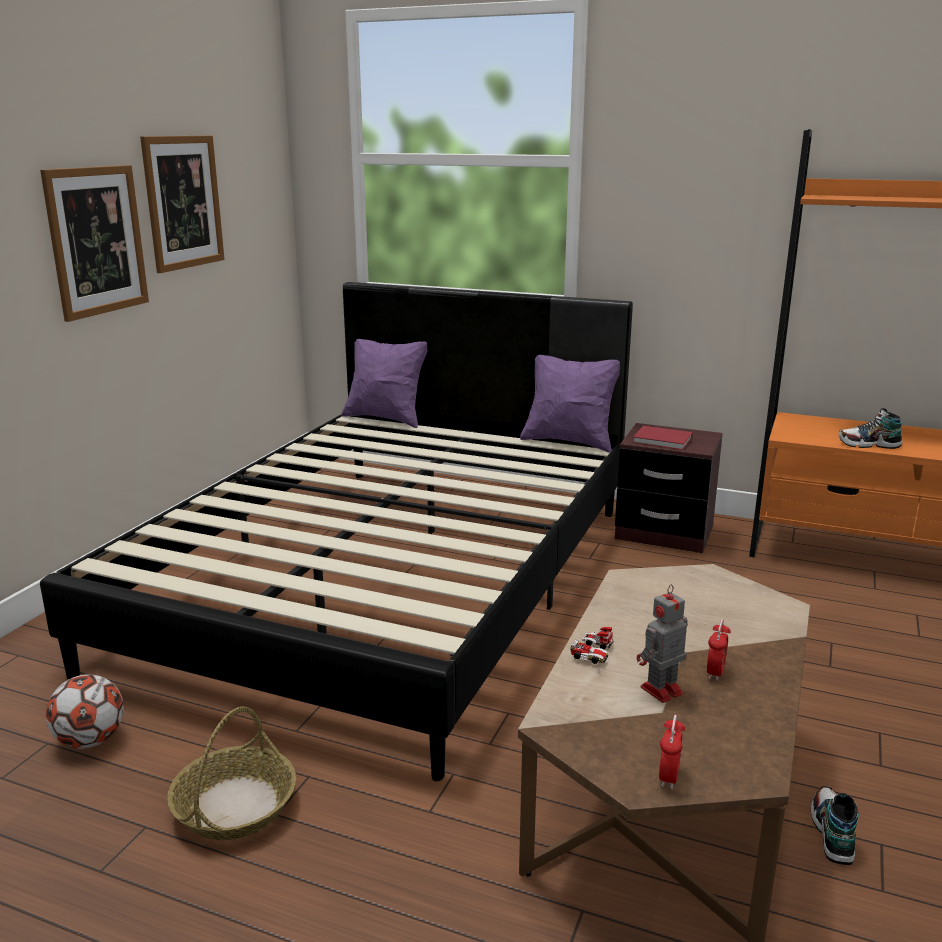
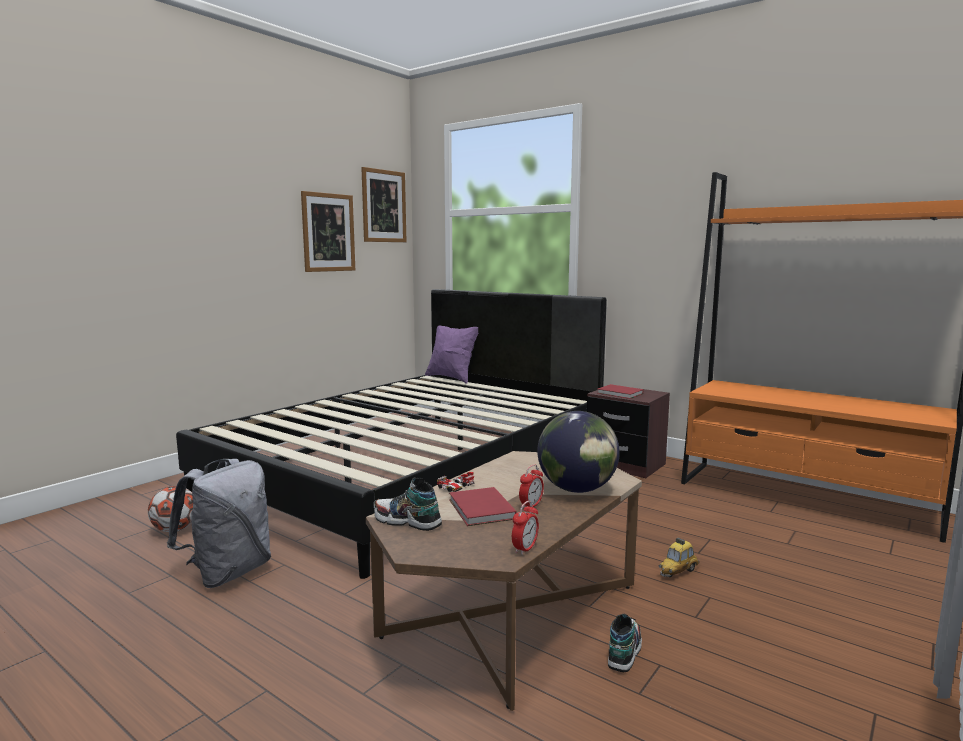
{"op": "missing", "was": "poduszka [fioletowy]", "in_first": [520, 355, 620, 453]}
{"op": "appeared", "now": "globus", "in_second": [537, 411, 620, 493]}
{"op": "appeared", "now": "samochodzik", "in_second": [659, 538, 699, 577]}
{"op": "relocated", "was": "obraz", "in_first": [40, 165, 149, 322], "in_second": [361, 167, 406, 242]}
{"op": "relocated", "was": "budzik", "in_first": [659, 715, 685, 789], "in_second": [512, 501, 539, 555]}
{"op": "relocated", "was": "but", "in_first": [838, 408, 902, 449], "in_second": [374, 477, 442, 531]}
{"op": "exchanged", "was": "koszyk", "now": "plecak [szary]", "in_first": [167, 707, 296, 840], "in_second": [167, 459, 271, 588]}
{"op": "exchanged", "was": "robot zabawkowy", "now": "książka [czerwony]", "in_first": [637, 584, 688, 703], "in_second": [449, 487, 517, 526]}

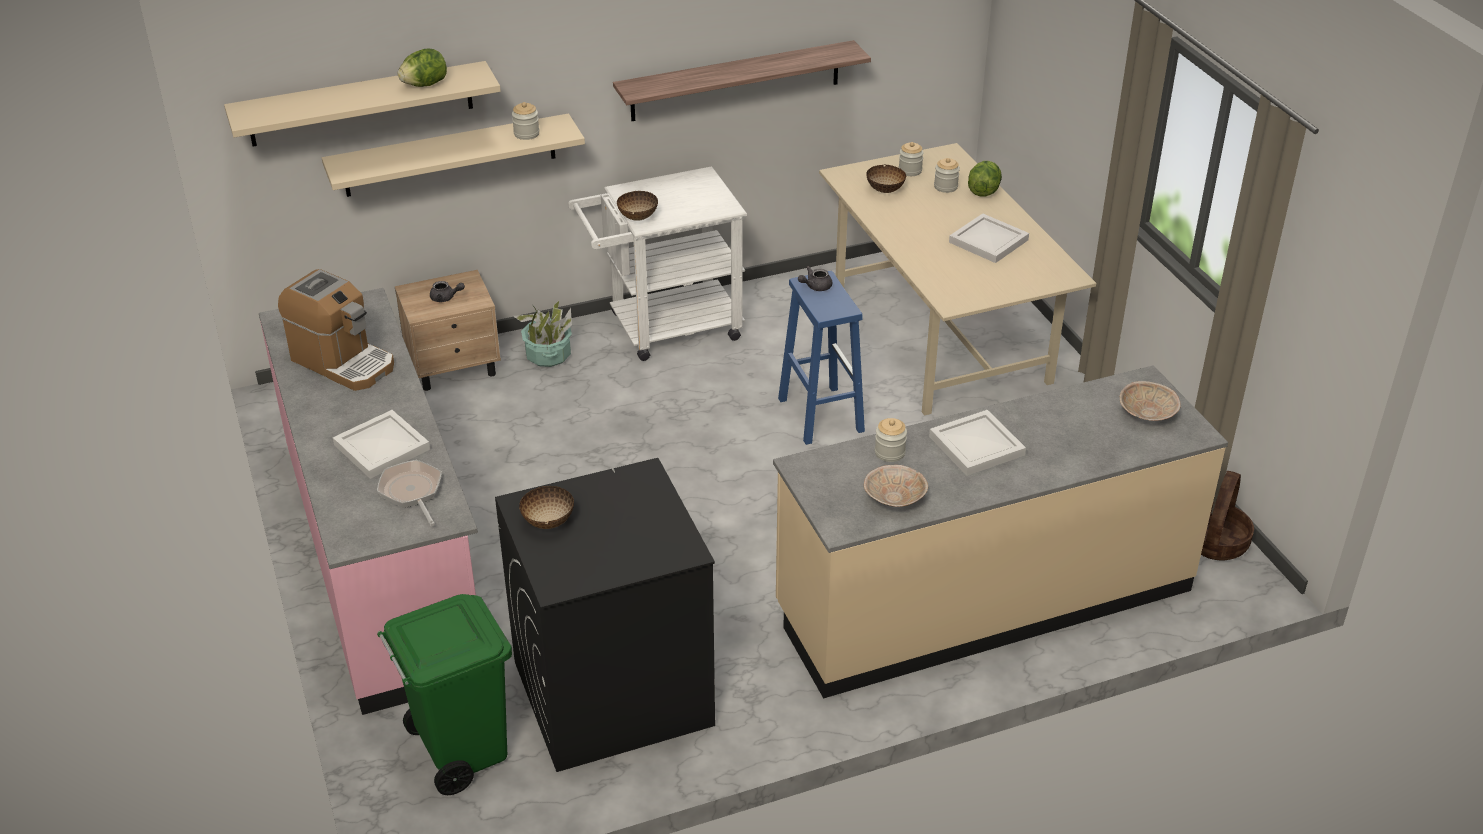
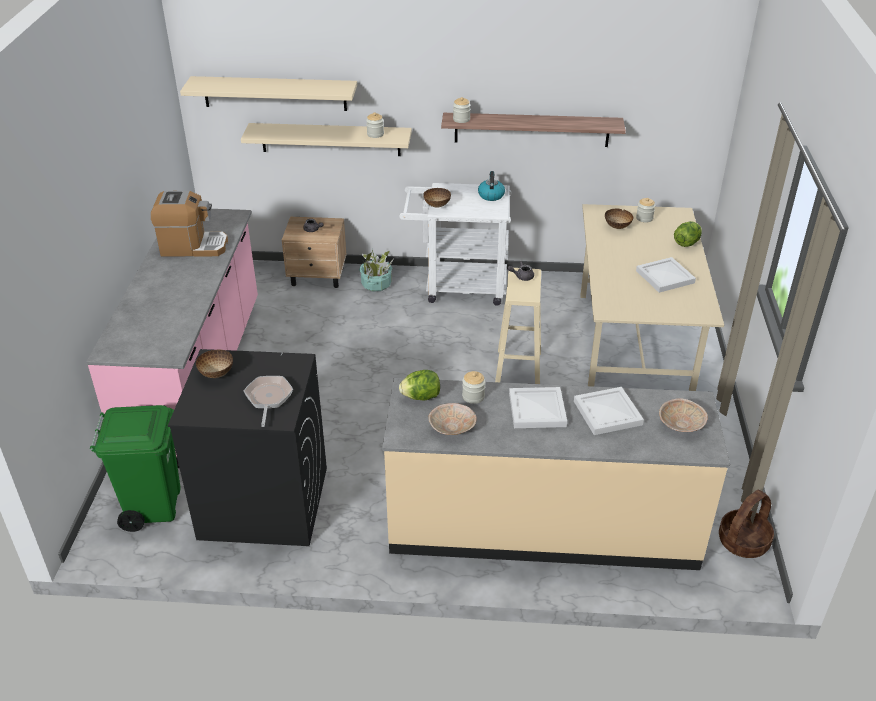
{"op": "appeared", "now": "czajnik", "in_second": [478, 171, 505, 201]}
{"op": "relocated", "was": "taca [biały]", "in_first": [333, 410, 430, 479], "in_second": [574, 387, 644, 435]}
{"op": "relocated", "was": "patelnia", "in_first": [377, 460, 442, 526], "in_second": [244, 376, 293, 427]}
{"op": "relocated", "was": "sałata", "in_first": [398, 49, 447, 87], "in_second": [399, 370, 440, 401]}
{"op": "relocated", "was": "słoik", "in_first": [934, 158, 960, 193], "in_second": [453, 97, 471, 123]}
{"op": "colour", "was": "stołek [niebieski]", "now": "stołek [beżowy]", "in_first": [778, 271, 865, 445], "in_second": [495, 268, 541, 384]}
{"op": "spun", "was": "ekspres do kawy", "in_first": [278, 269, 394, 391], "in_second": [151, 191, 228, 257], "clockwise": -60}

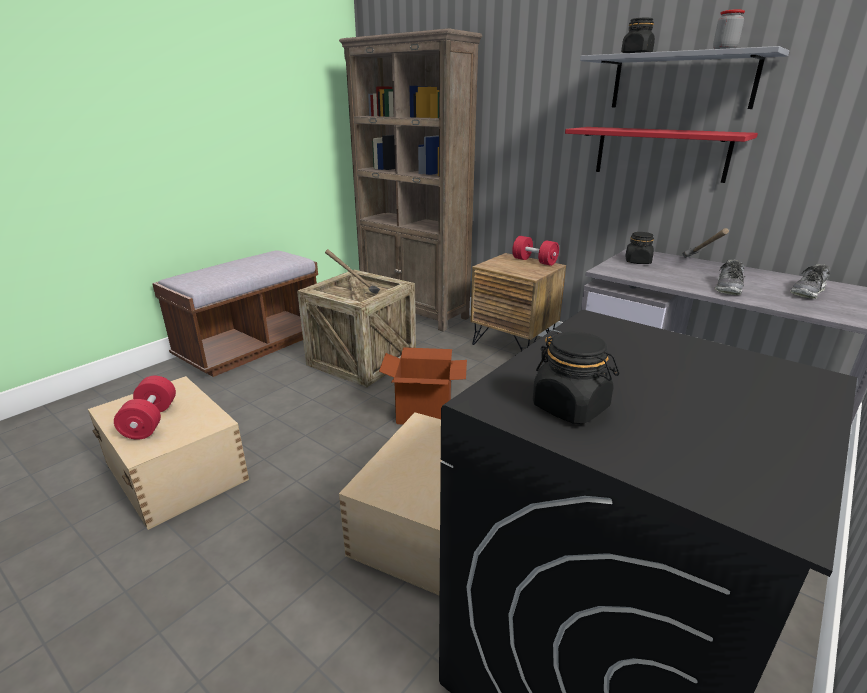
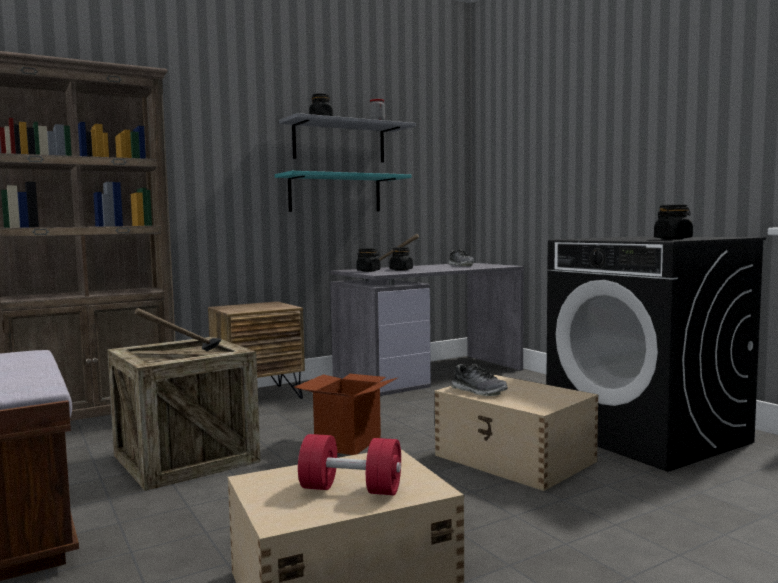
{"op": "missing", "was": "hantel [czerwony]", "in_first": [512, 236, 559, 266]}
{"op": "appeared", "now": "słoik [czarny]", "in_second": [390, 247, 413, 271]}
{"op": "relocated", "was": "but", "in_first": [715, 260, 745, 295], "in_second": [451, 364, 508, 396]}
{"op": "colour", "was": "półka [czerwony]", "now": "półka [turkusowy]", "in_first": [565, 127, 758, 183], "in_second": [275, 171, 411, 212]}

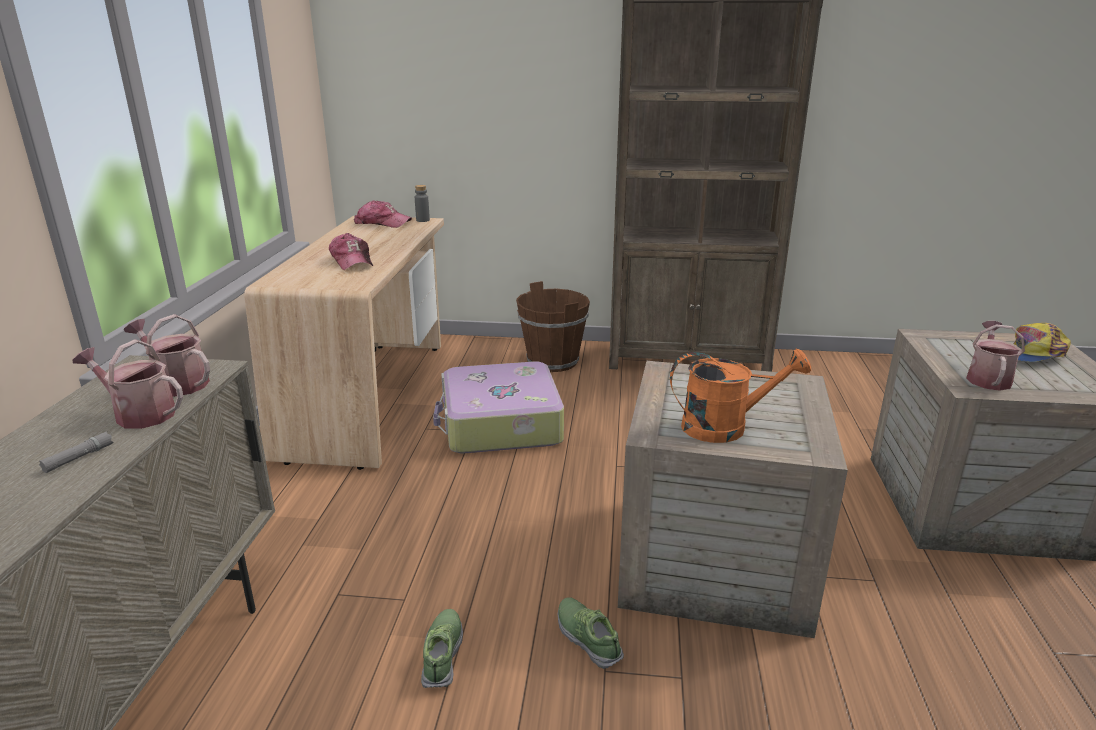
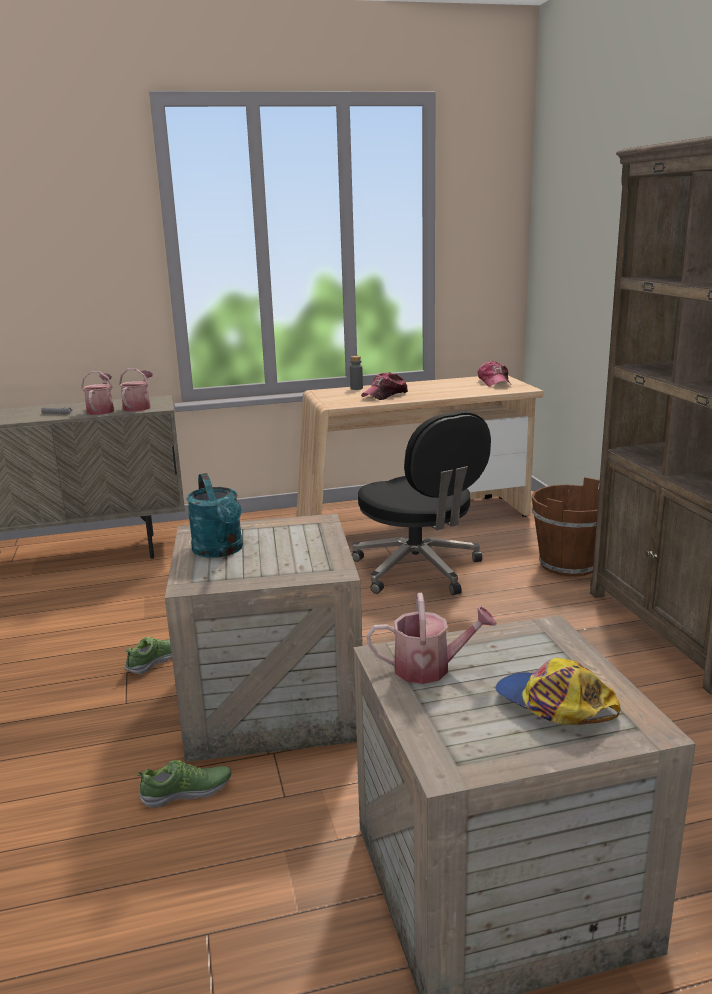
{"op": "relocated", "was": "butelka [szary]", "in_first": [415, 185, 430, 222], "in_second": [350, 356, 363, 390]}
{"op": "relocated", "was": "but", "in_first": [421, 609, 463, 688], "in_second": [137, 760, 232, 808]}
{"op": "exchanged", "was": "walizka", "now": "krzesło biurowe [czarny]", "in_first": [433, 361, 564, 453], "in_second": [352, 411, 491, 595]}
{"op": "colour", "was": "konewka [pomarańczowy]", "now": "konewka [turkusowy]", "in_first": [670, 349, 811, 443], "in_second": [186, 473, 243, 558]}

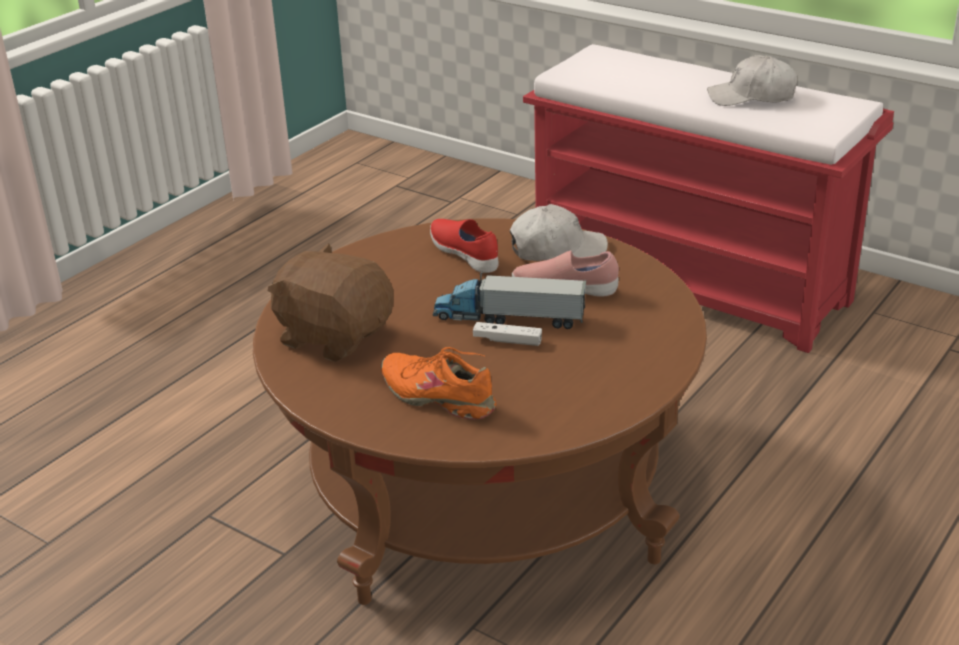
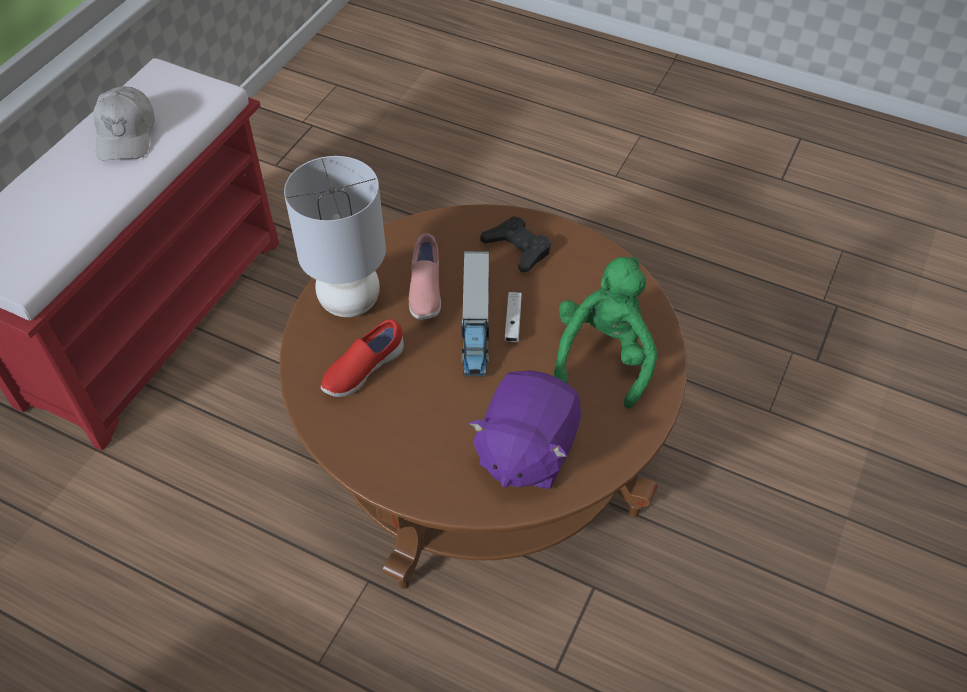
{"op": "appeared", "now": "pad do gier [czarny]", "in_second": [480, 216, 551, 273]}
{"op": "exchanged", "was": "but [pomarańczowy]", "now": "pluszak [zielony]", "in_first": [381, 347, 496, 420], "in_second": [553, 257, 658, 409]}
{"op": "exchanged", "was": "czapka z daszkiem [biały]", "now": "lampa stołowa [szary]", "in_first": [510, 204, 608, 261], "in_second": [284, 156, 386, 317]}
{"op": "colour", "was": "pluszak [brązowy]", "now": "pluszak [fioletowy]", "in_first": [267, 243, 394, 362], "in_second": [468, 370, 581, 489]}

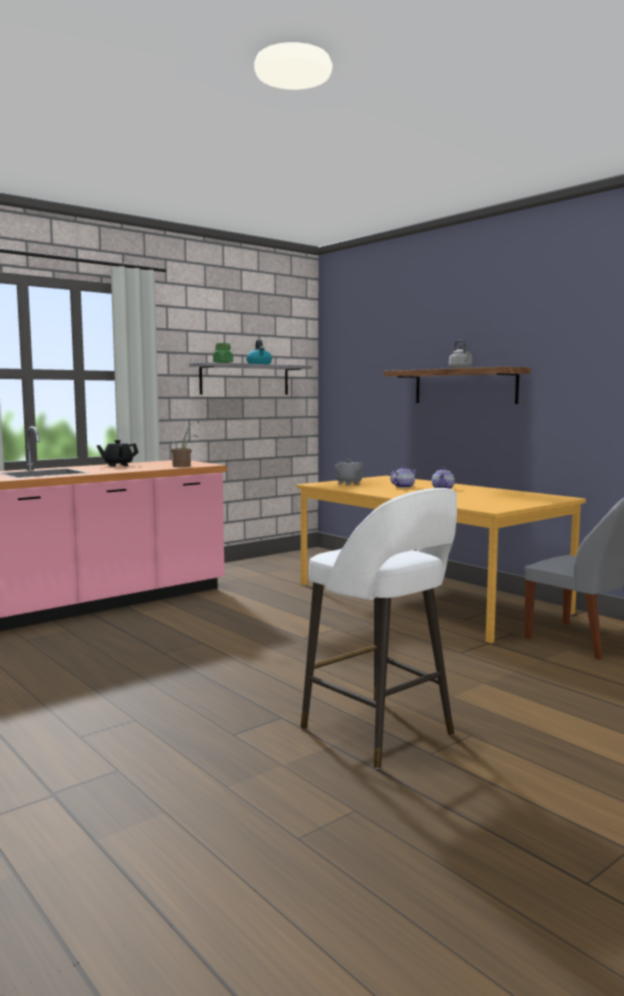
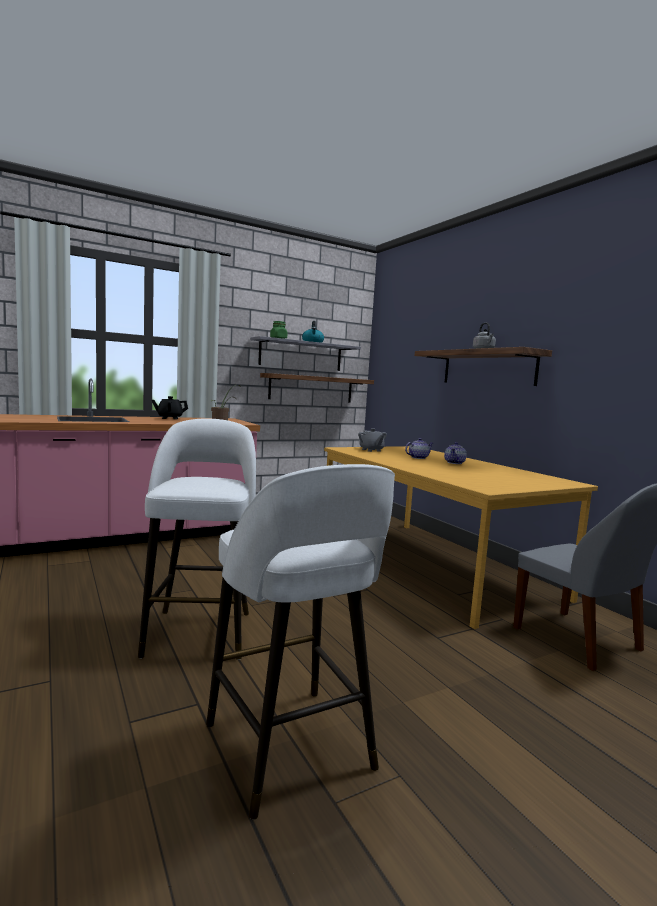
{"op": "appeared", "now": "stołek [biały]", "in_second": [138, 419, 256, 660]}
{"op": "appeared", "now": "półka", "in_second": [260, 373, 374, 402]}

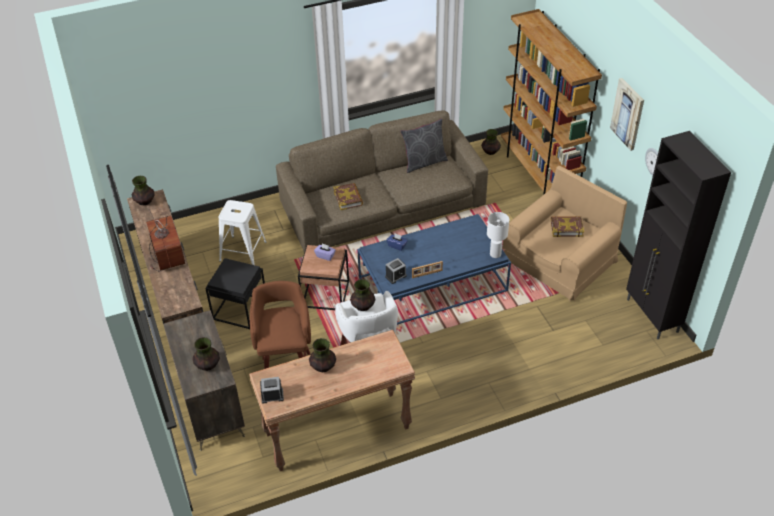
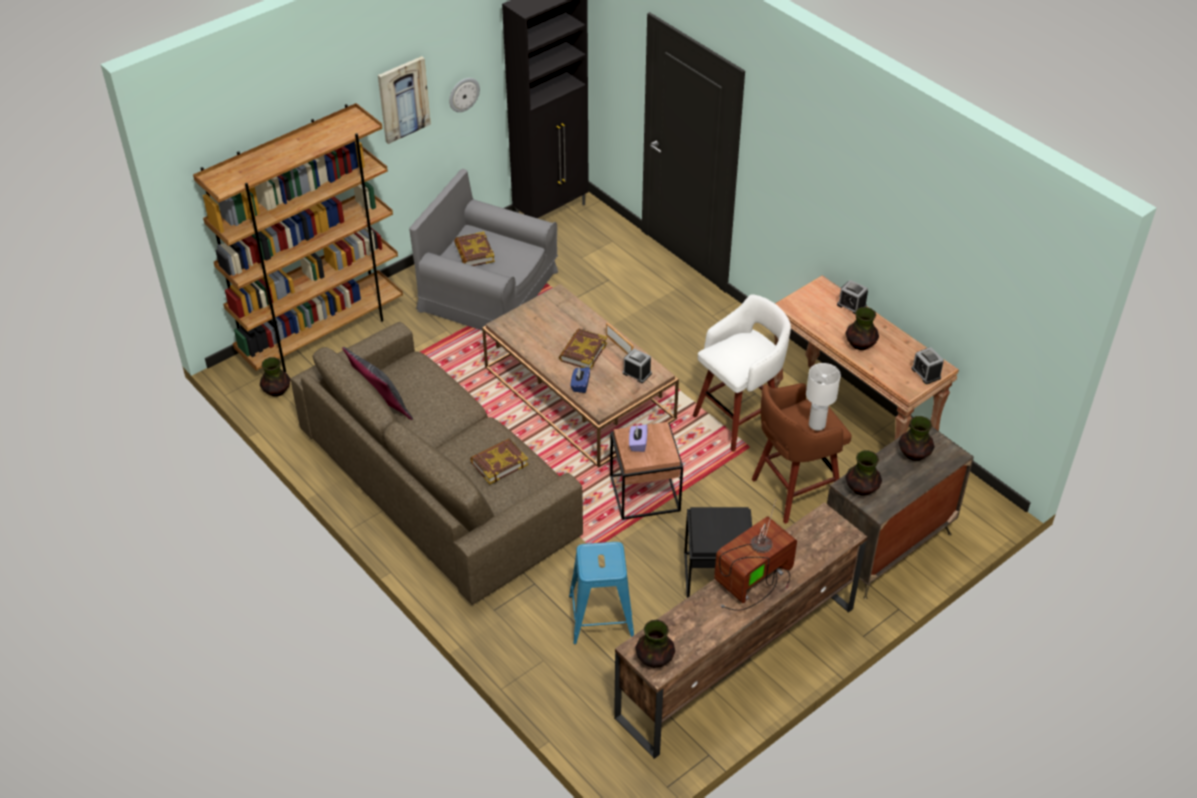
{"op": "appeared", "now": "książka", "in_second": [559, 328, 607, 370]}
{"op": "appeared", "now": "budzik", "in_second": [837, 280, 868, 314]}
{"op": "relocated", "was": "wazon", "in_first": [350, 279, 376, 311], "in_second": [846, 450, 882, 496]}
{"op": "relocated", "was": "lampa stołowa [biały]", "in_first": [487, 212, 509, 258], "in_second": [806, 363, 841, 431]}
{"op": "colour", "was": "stołek [biały]", "now": "stołek [niebieski]", "in_first": [218, 200, 266, 265], "in_second": [569, 542, 634, 644]}
{"op": "colour", "was": "ława [niebieski]", "now": "ława [brązowy]", "in_first": [357, 214, 511, 325], "in_second": [482, 284, 679, 468]}
{"op": "colour", "was": "fotel [brązowy]", "now": "fotel [szary]", "in_first": [502, 166, 627, 301], "in_second": [409, 169, 558, 330]}

